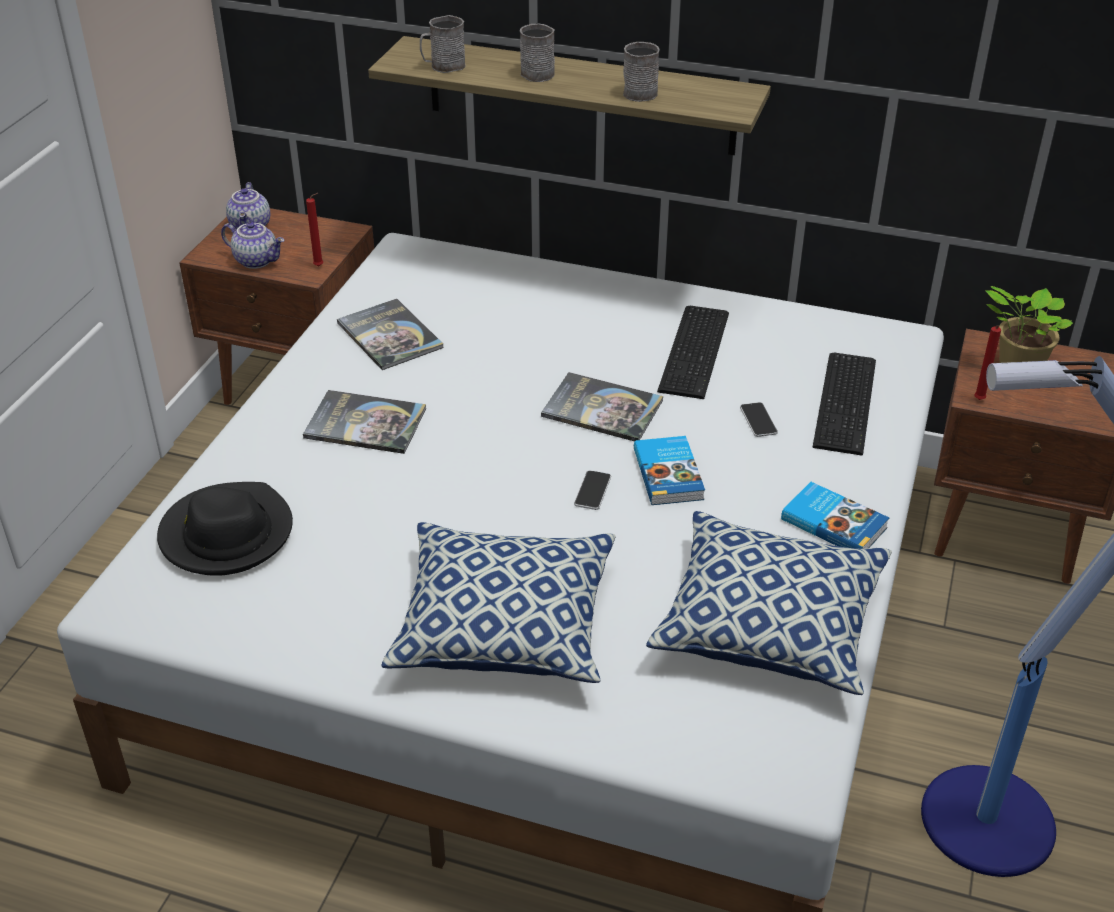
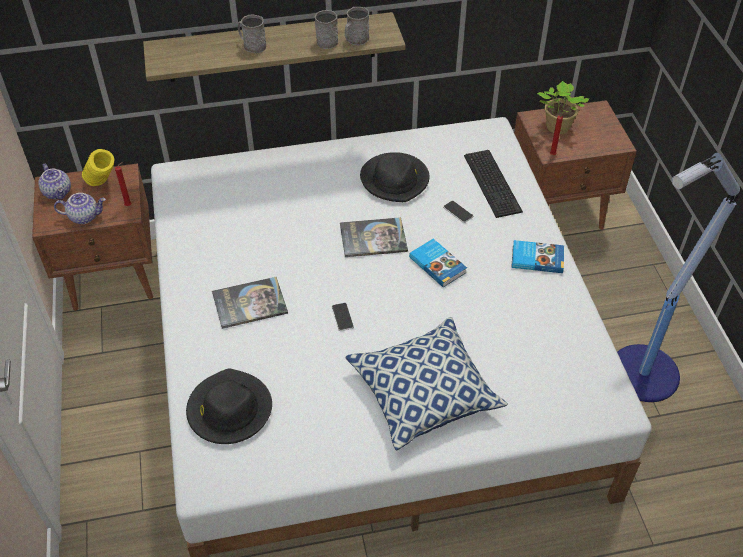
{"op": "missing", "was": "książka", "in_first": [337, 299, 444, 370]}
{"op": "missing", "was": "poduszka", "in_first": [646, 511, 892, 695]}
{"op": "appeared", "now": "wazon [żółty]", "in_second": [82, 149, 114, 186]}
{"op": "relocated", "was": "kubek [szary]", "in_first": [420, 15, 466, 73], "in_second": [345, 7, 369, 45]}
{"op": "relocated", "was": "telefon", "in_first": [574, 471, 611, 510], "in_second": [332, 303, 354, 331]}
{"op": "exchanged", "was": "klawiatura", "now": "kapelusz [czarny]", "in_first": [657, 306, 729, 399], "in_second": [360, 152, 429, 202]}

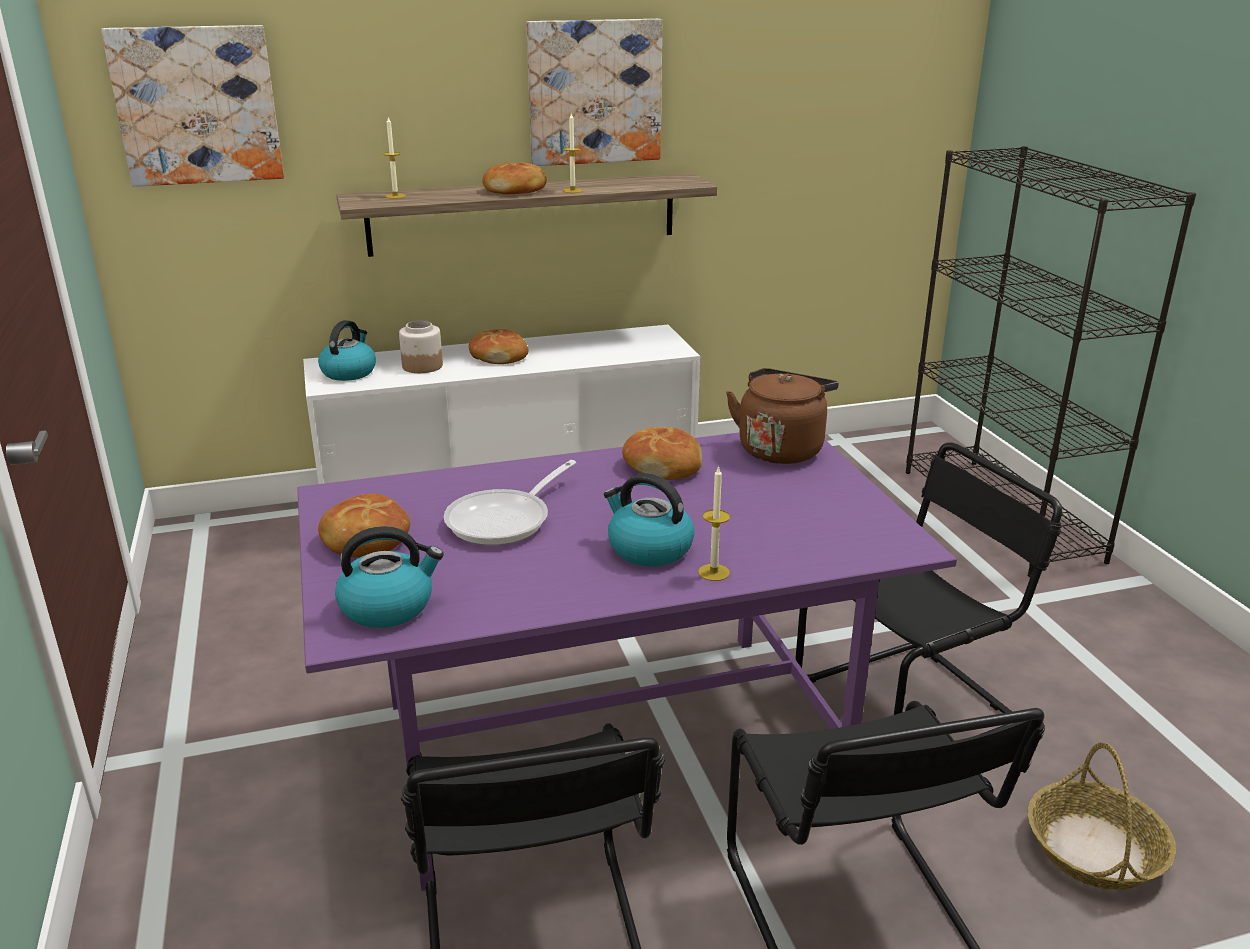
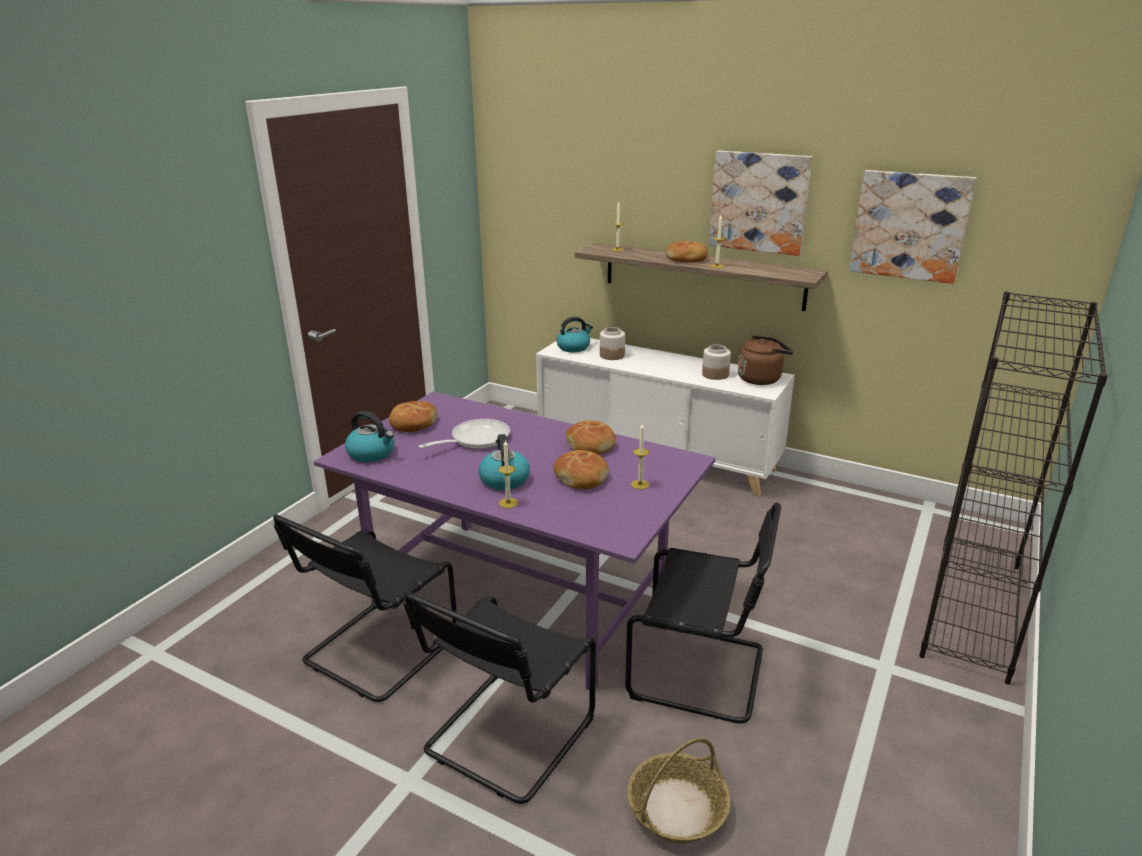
{"op": "appeared", "now": "świeca", "in_second": [631, 423, 649, 489]}
{"op": "appeared", "now": "słoik", "in_second": [702, 345, 731, 380]}
{"op": "relocated", "was": "obraz", "in_first": [101, 25, 284, 187], "in_second": [849, 170, 976, 284]}
{"op": "relocated", "was": "chleb", "in_first": [469, 329, 529, 364], "in_second": [553, 450, 609, 489]}
{"op": "relocated", "was": "czajnik [brązowy]", "in_first": [726, 368, 839, 464], "in_second": [738, 335, 794, 385]}
{"op": "spun", "was": "patelnia", "in_first": [444, 460, 576, 546], "in_second": [418, 419, 510, 449], "clockwise": 150}

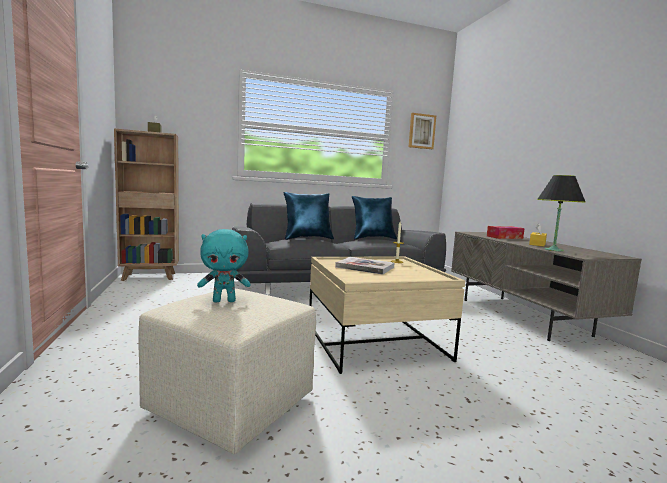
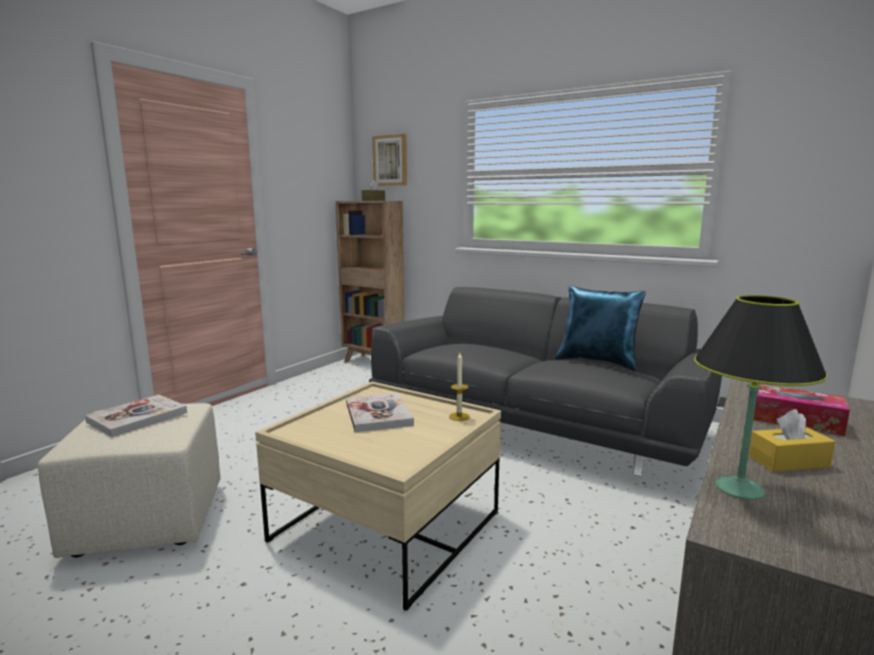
{"op": "missing", "was": "poduszka [niebieski]", "in_first": [284, 192, 334, 240]}
{"op": "relocated", "was": "obraz", "in_first": [409, 113, 436, 149], "in_second": [372, 134, 407, 186]}
{"op": "exchanged", "was": "pluszak [turkusowy]", "now": "książka", "in_first": [197, 229, 251, 302], "in_second": [85, 395, 187, 437]}

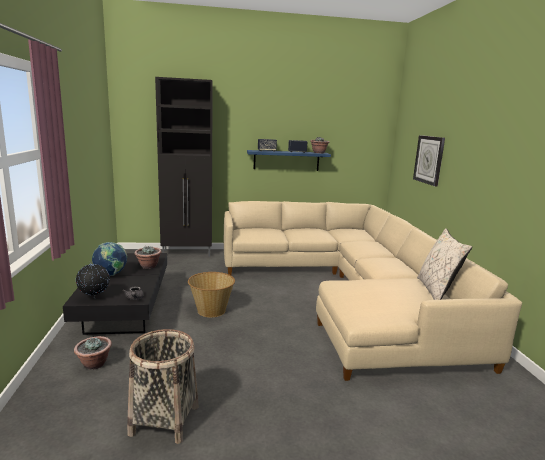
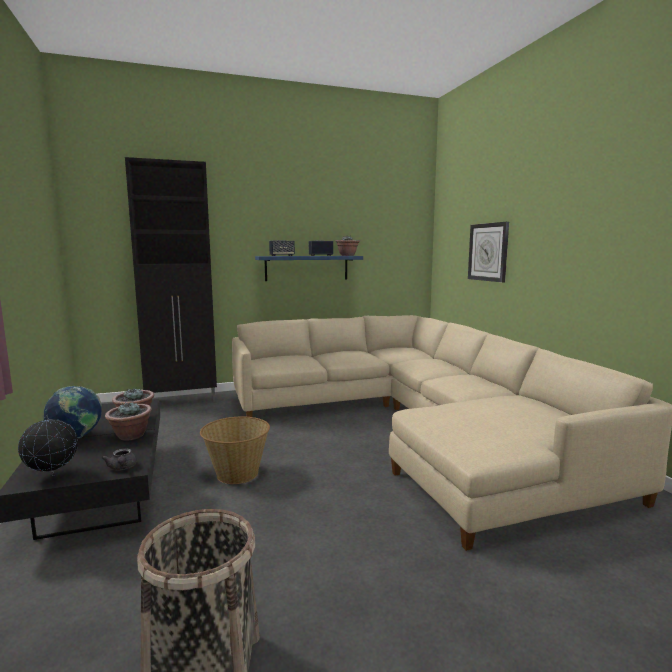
{"op": "missing", "was": "poduszka [beżowy]", "in_first": [417, 228, 472, 300]}
{"op": "relocated", "was": "roślina doniczkowa", "in_first": [74, 336, 112, 370], "in_second": [105, 402, 152, 441]}

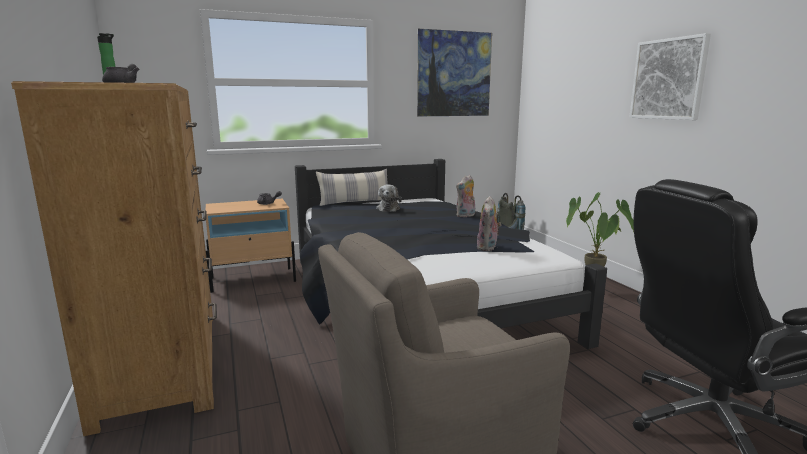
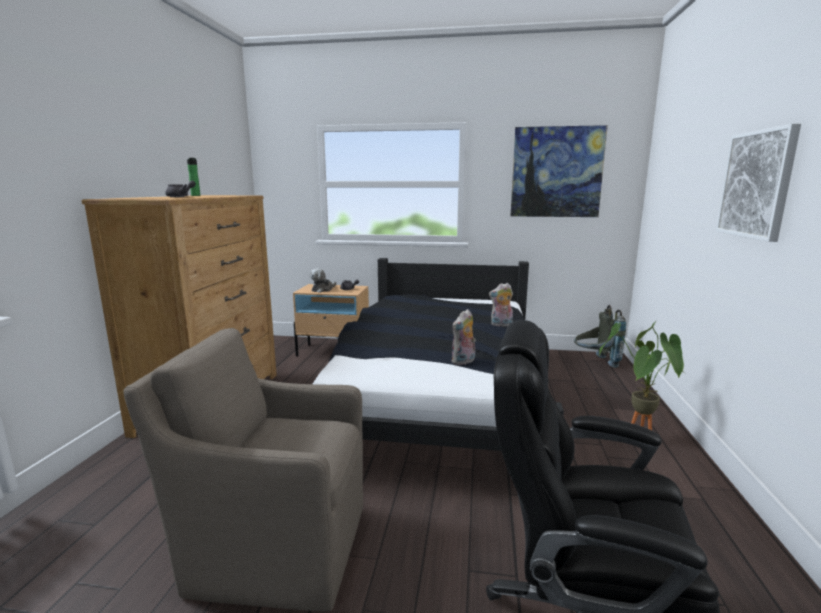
{"op": "missing", "was": "poduszka", "in_first": [316, 169, 388, 206]}
{"op": "relocated", "was": "pluszak", "in_first": [376, 185, 402, 212], "in_second": [310, 268, 336, 293]}

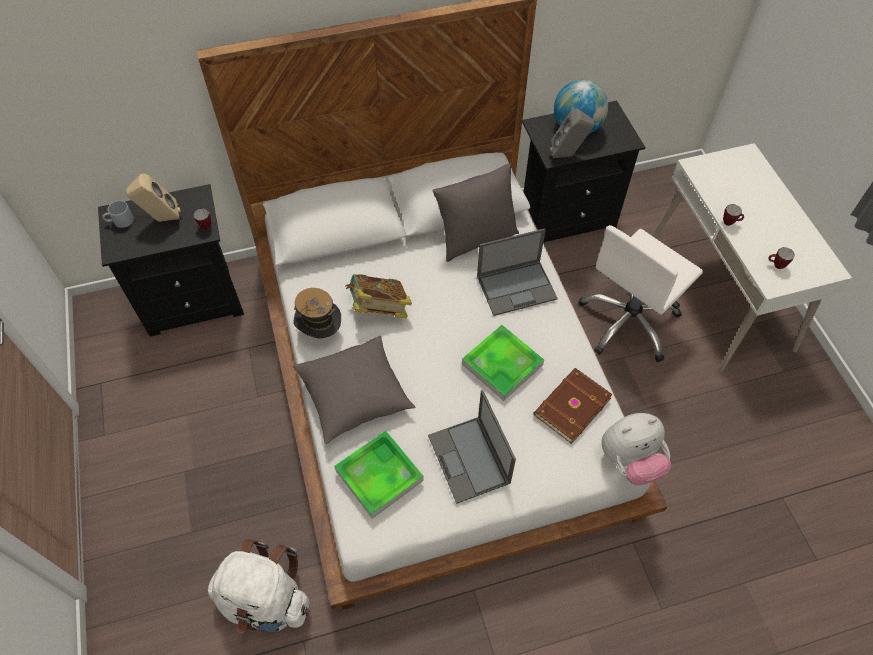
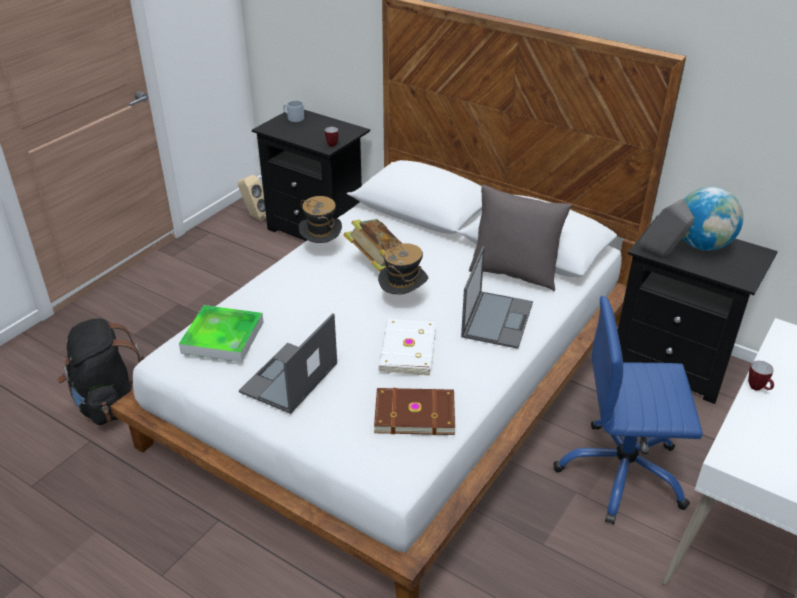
{"op": "missing", "was": "poduszka [szary]", "in_first": [293, 336, 416, 444]}
{"op": "missing", "was": "pluszak", "in_first": [601, 413, 671, 486]}
{"op": "missing", "was": "kubek", "in_first": [769, 247, 795, 269]}
{"op": "appeared", "now": "kapelusz", "in_second": [378, 242, 428, 294]}
{"op": "relocated", "was": "głośnik [beżowy]", "in_first": [126, 174, 181, 222], "in_second": [238, 175, 266, 222]}
{"op": "exchanged", "was": "taca", "now": "książka [biały]", "in_first": [462, 325, 544, 401], "in_second": [378, 319, 436, 376]}
{"op": "colour", "was": "plecak [biały]", "now": "plecak [czarny]", "in_first": [208, 539, 310, 633], "in_second": [57, 318, 144, 425]}
{"op": "colour", "was": "krzesło biurowe [biały]", "now": "krzesło biurowe [niebieski]", "in_first": [579, 225, 703, 362], "in_second": [553, 296, 703, 525]}
{"op": "spun", "was": "laptop", "in_first": [477, 228, 558, 316], "in_second": [461, 246, 533, 349], "clockwise": -105}

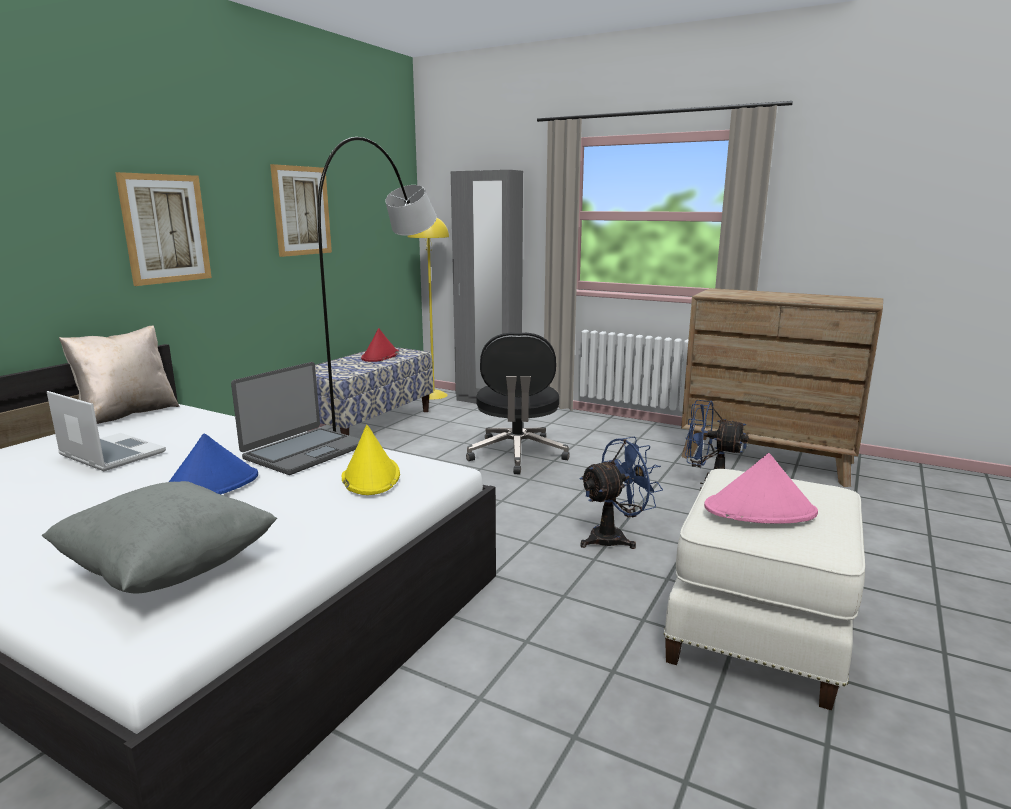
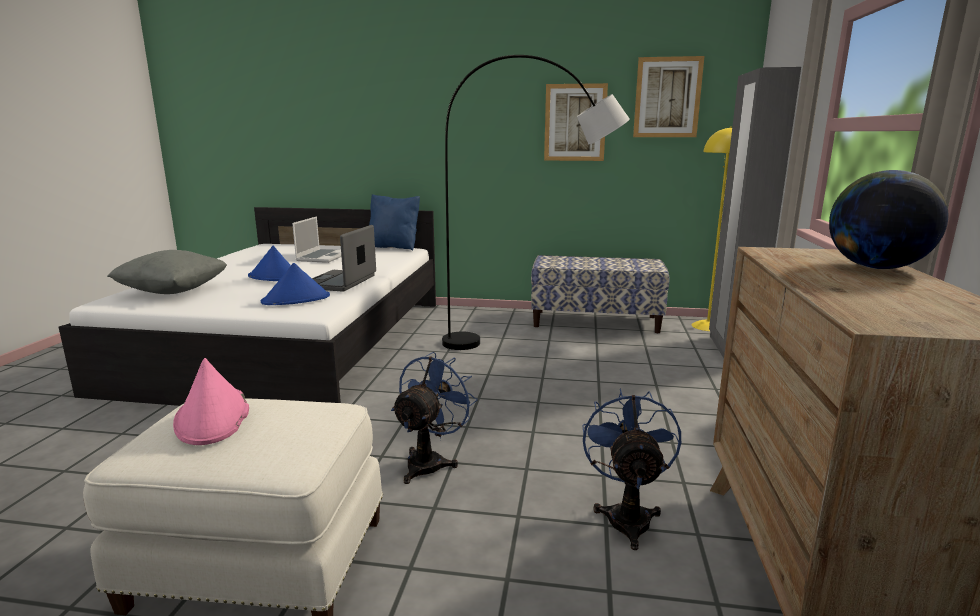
{"op": "missing", "was": "kapelusz [czerwony]", "in_first": [361, 328, 399, 362]}
{"op": "missing", "was": "krzesło biurowe [czarny]", "in_first": [466, 333, 570, 475]}
{"op": "appeared", "now": "globus", "in_second": [829, 170, 949, 269]}
{"op": "relocated", "was": "obraz", "in_first": [115, 172, 212, 286], "in_second": [633, 56, 705, 137]}
{"op": "colour", "was": "poduszka [beżowy]", "now": "poduszka [niebieski]", "in_first": [59, 326, 180, 424], "in_second": [369, 194, 420, 250]}
{"op": "colour", "was": "kapelusz [żółty]", "now": "kapelusz [niebieski]", "in_first": [342, 425, 400, 495], "in_second": [261, 263, 330, 305]}
{"op": "spun", "was": "laptop", "in_first": [231, 362, 360, 475], "in_second": [312, 225, 376, 292], "clockwise": 90}
{"op": "spun", "was": "wentylator [niebieski]", "in_first": [579, 437, 663, 549], "in_second": [391, 352, 478, 484], "clockwise": -105}

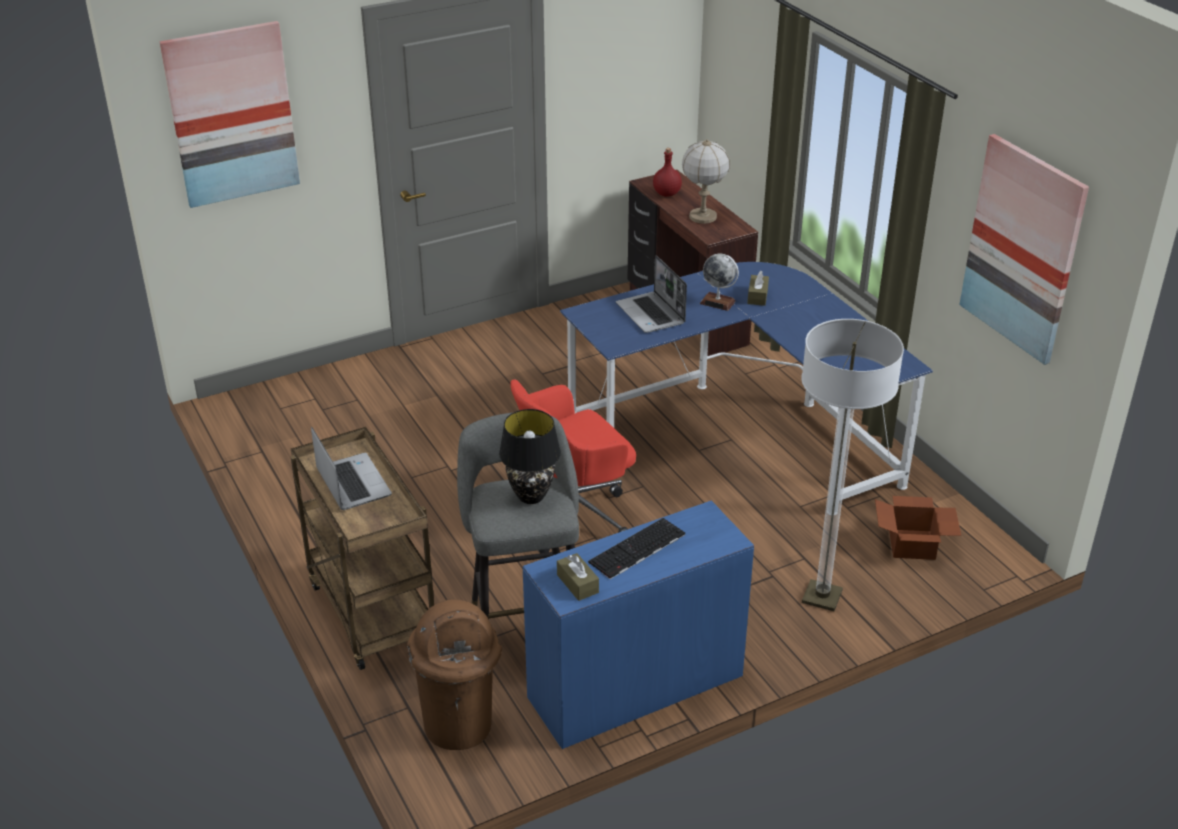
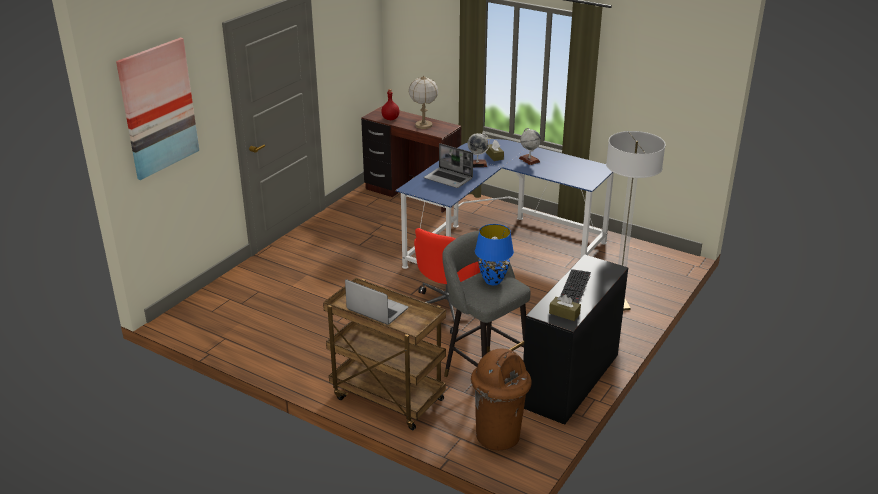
{"op": "missing", "was": "karton", "in_first": [875, 496, 961, 560]}
{"op": "missing", "was": "obraz", "in_first": [959, 134, 1089, 365]}
{"op": "appeared", "now": "globus", "in_second": [519, 128, 541, 165]}
{"op": "colour", "was": "lampa stołowa [czarny]", "now": "lampa stołowa [niebieski]", "in_first": [499, 409, 561, 504], "in_second": [475, 224, 514, 285]}
{"op": "colour", "was": "biurko [niebieski]", "now": "biurko [czarny]", "in_first": [523, 500, 754, 749], "in_second": [523, 254, 628, 425]}

